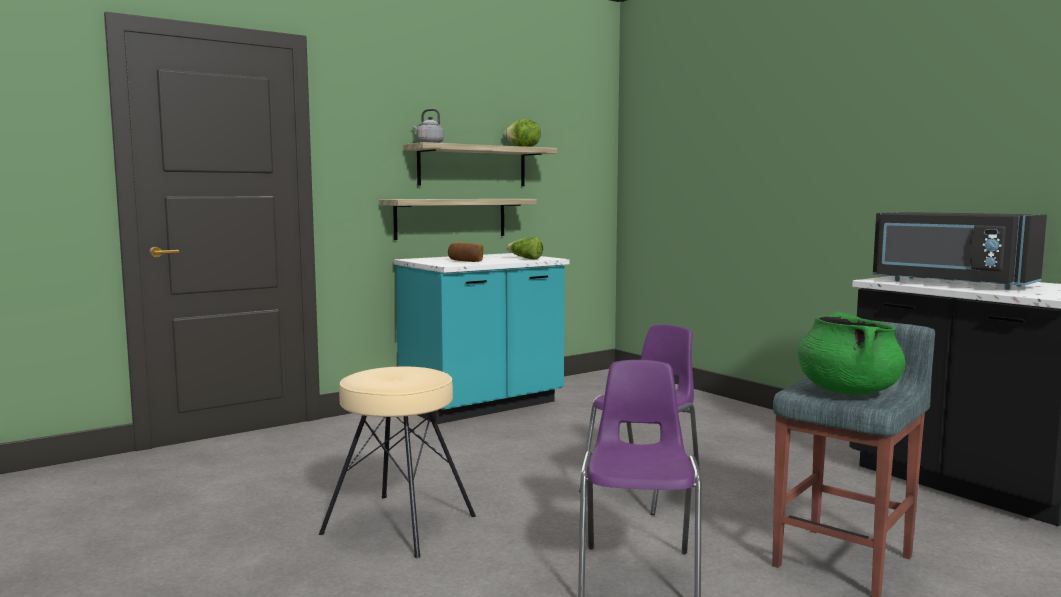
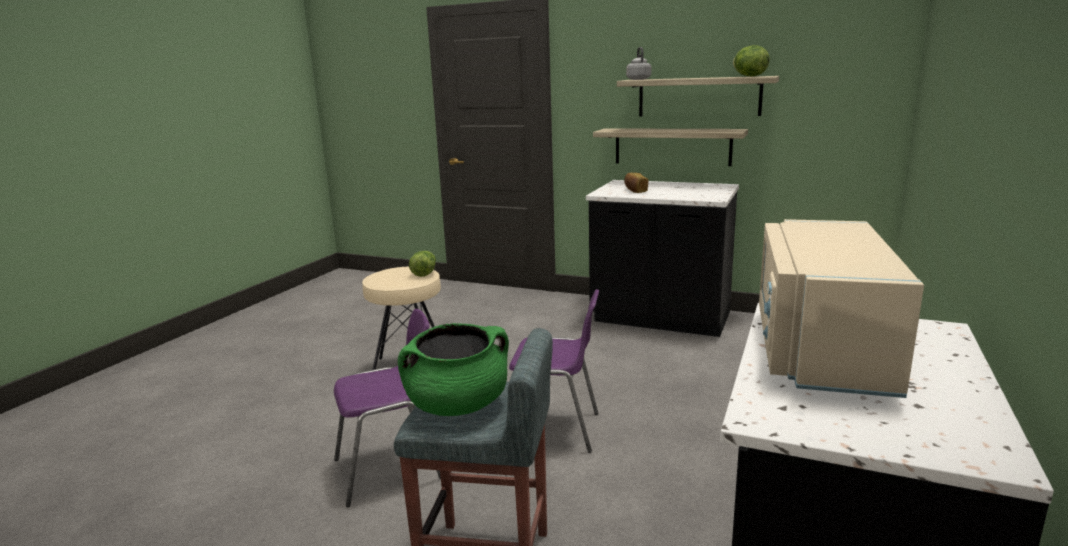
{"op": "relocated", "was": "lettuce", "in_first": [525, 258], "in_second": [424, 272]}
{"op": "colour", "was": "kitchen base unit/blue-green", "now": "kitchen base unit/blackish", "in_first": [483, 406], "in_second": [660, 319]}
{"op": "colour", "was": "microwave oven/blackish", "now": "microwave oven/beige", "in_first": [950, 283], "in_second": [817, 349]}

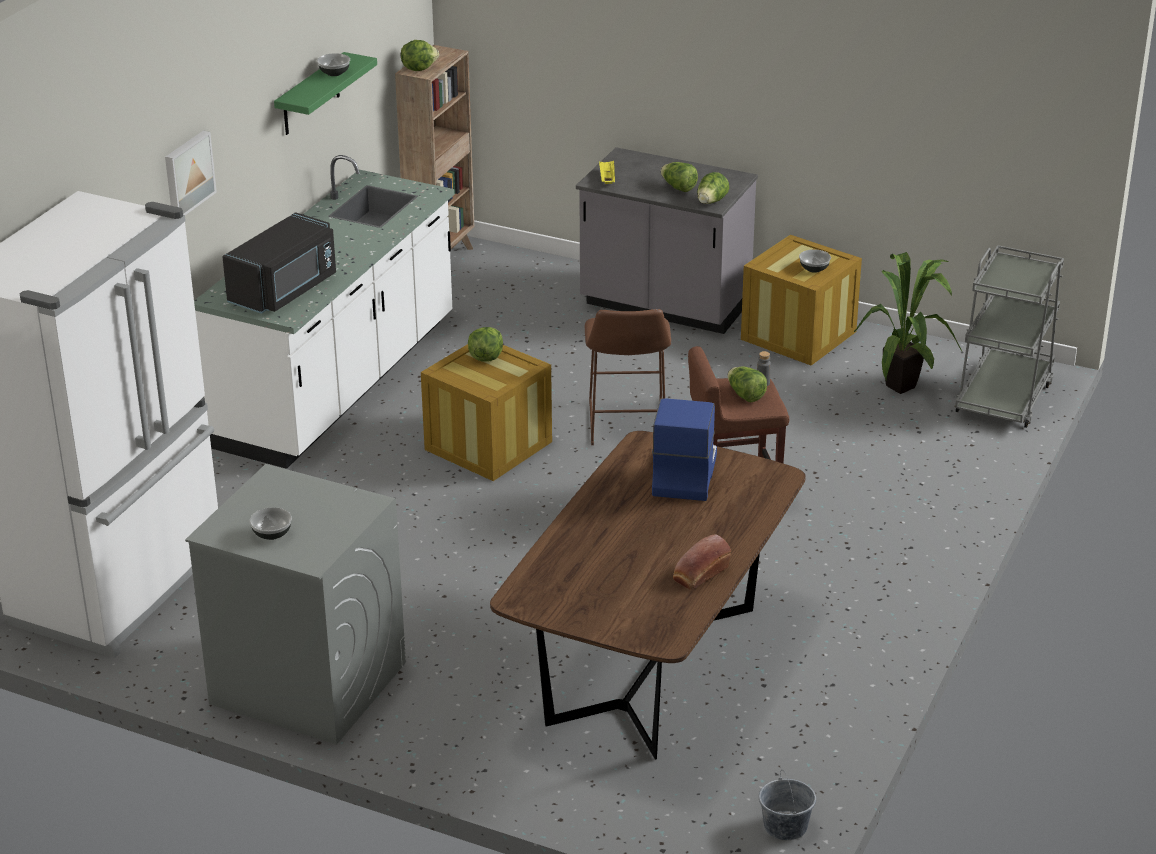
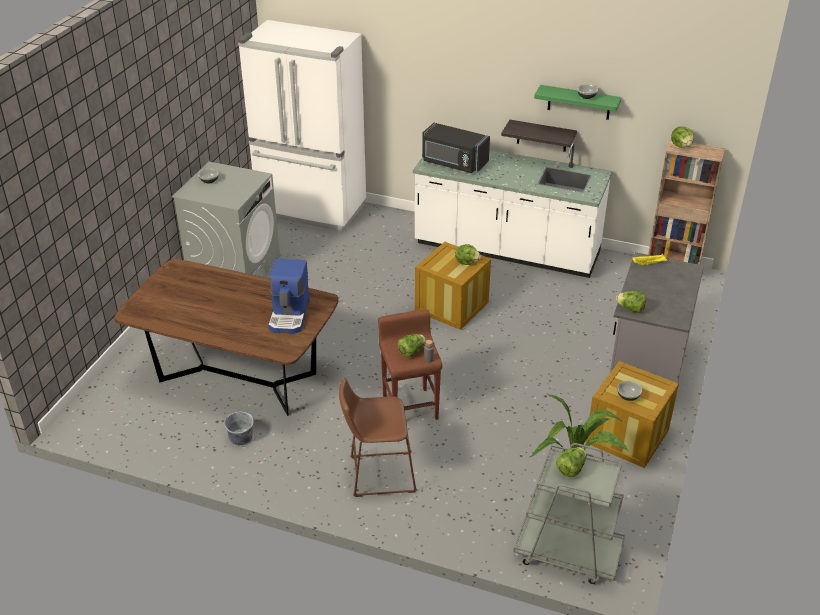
{"op": "missing", "was": "wall picture", "in_first": [187, 174]}
{"op": "missing", "was": "baked bread", "in_first": [699, 574]}
{"op": "appeared", "now": "bracket shelf", "in_second": [542, 136]}
{"op": "relocated", "was": "stool seat/brown-coloured", "in_first": [626, 426], "in_second": [378, 474]}
{"op": "relocated", "was": "lettuce", "in_first": [678, 187], "in_second": [571, 469]}
{"op": "relocated", "was": "bucket/gray", "in_first": [785, 826], "in_second": [240, 437]}
{"op": "spun", "was": "coffee brewer", "in_first": [683, 474], "in_second": [290, 315], "clockwise": 90}

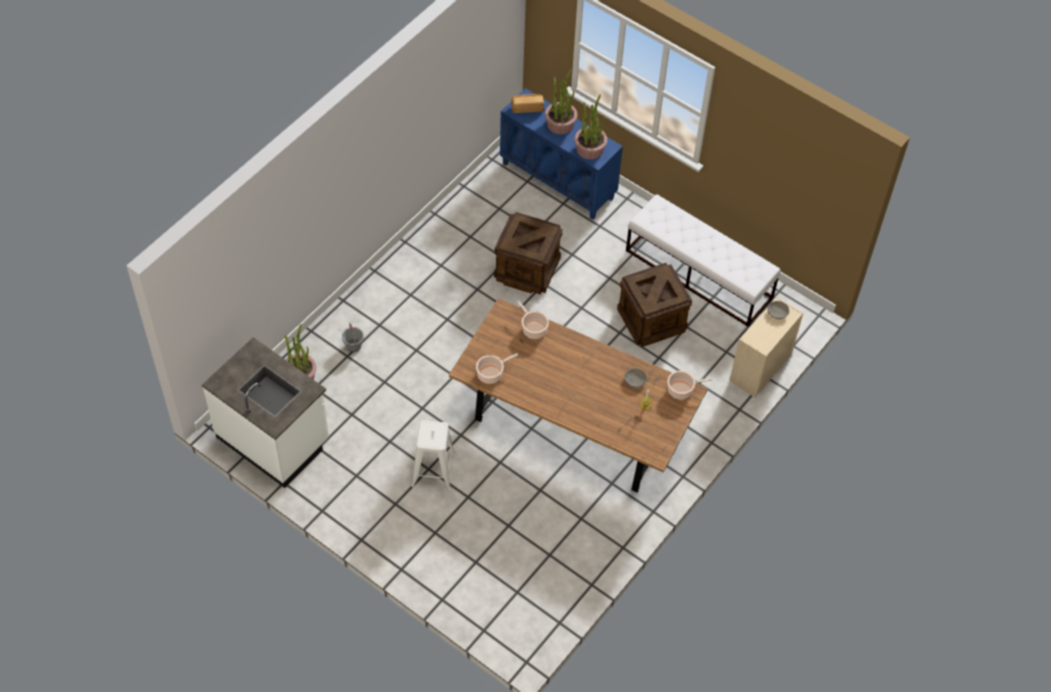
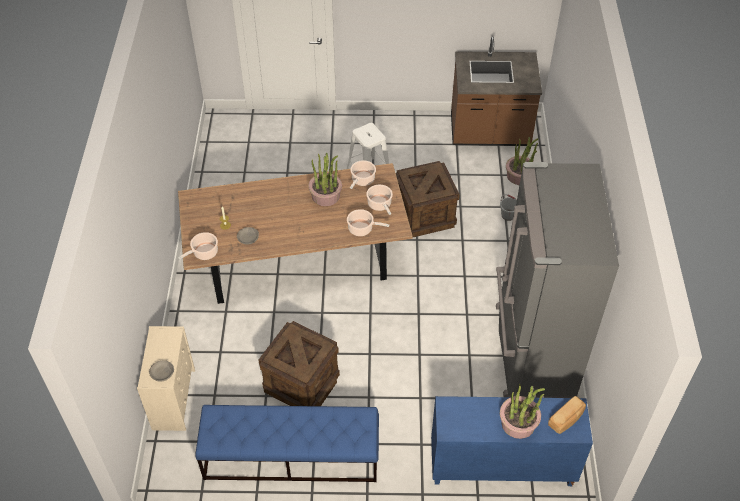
{"op": "appeared", "now": "cooking pot", "in_second": [380, 204]}
{"op": "appeared", "now": "refrigerator/gray", "in_second": [531, 350]}
{"op": "relocated", "was": "shipping crate", "in_first": [526, 269], "in_second": [424, 214]}
{"op": "relocated", "was": "potted plant", "in_first": [590, 148], "in_second": [326, 196]}
{"op": "colour", "was": "kitchen base unit/whitish", "now": "kitchen base unit/brown-coloured", "in_first": [274, 439], "in_second": [489, 133]}
{"op": "colour", "was": "indoor bench/whitish", "now": "indoor bench/blue", "in_first": [699, 274], "in_second": [290, 456]}

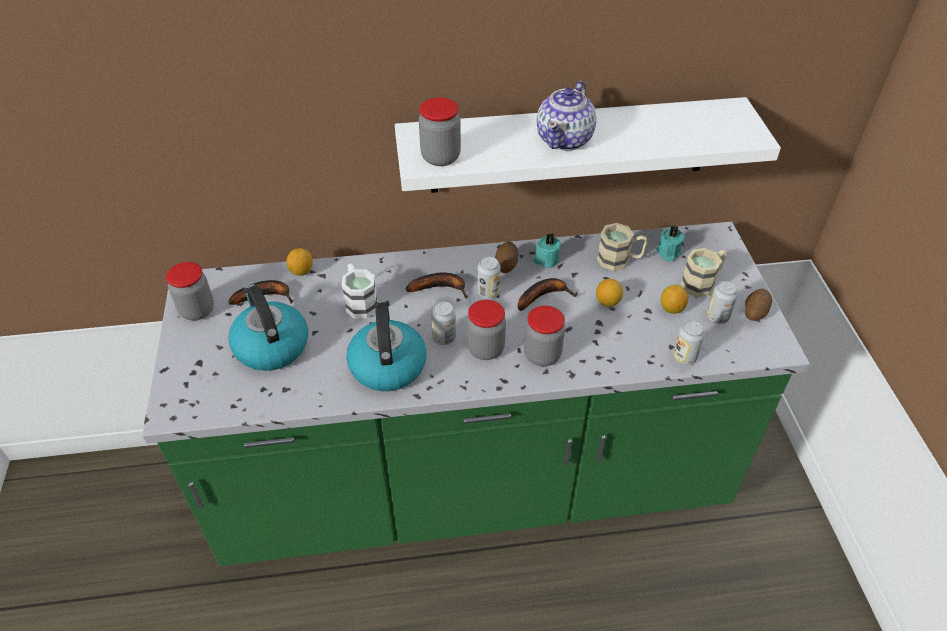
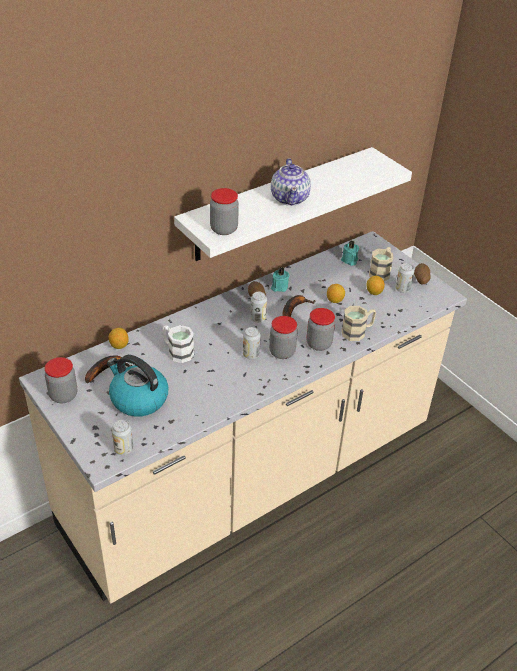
{"op": "missing", "was": "tea kettle", "in_first": [387, 365]}
{"op": "missing", "was": "banana fruit", "in_first": [441, 288]}
{"op": "relocated", "was": "mug/beige", "in_first": [620, 260], "in_second": [357, 332]}
{"op": "relocated", "was": "can", "in_first": [684, 357], "in_second": [123, 449]}
{"op": "colour", "was": "kitchen base unit/green-coloured", "now": "kitchen base unit/beige", "in_first": [473, 484], "in_second": [251, 479]}

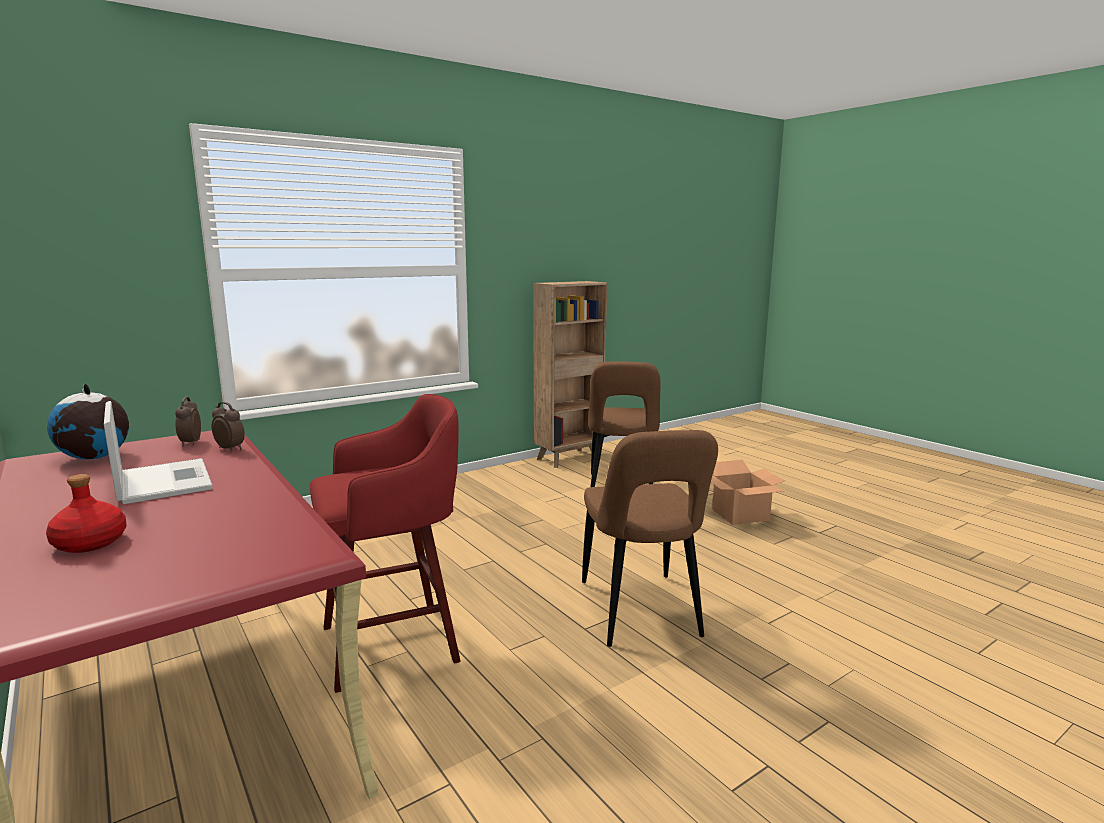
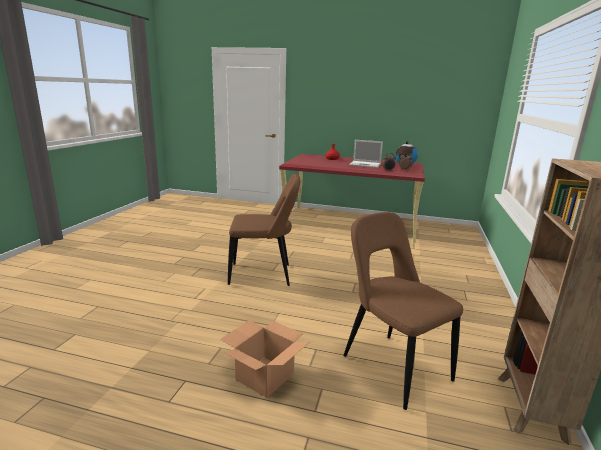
{"op": "missing", "was": "stool seat/reddish", "in_first": [395, 643]}
{"op": "spun", "was": "upright chair/brown-coloured", "in_first": [641, 612], "in_second": [263, 275], "clockwise": 135}

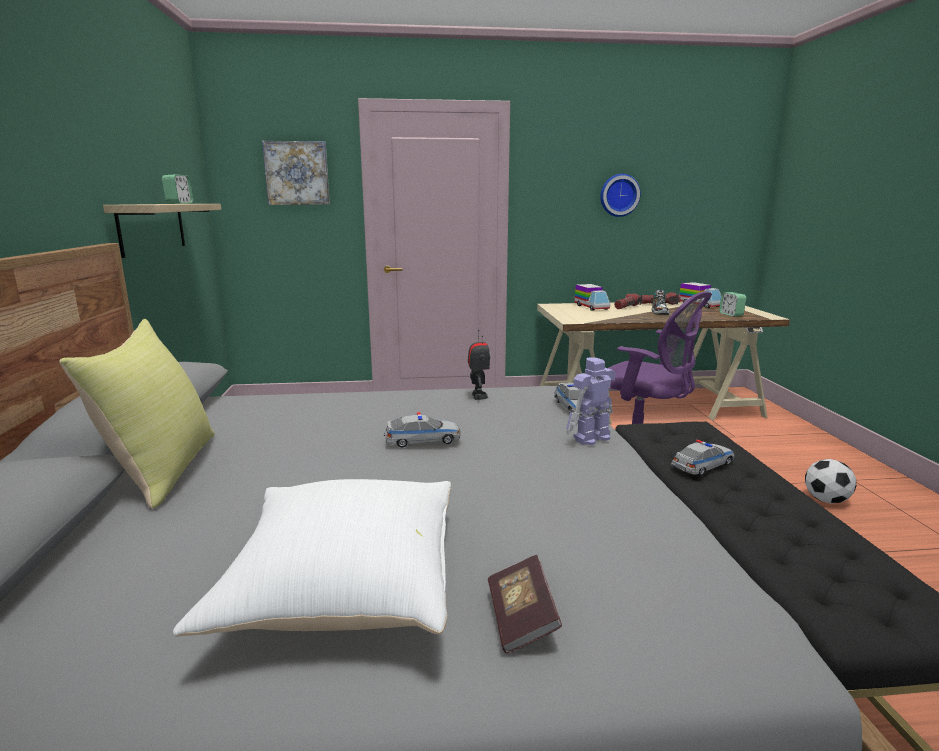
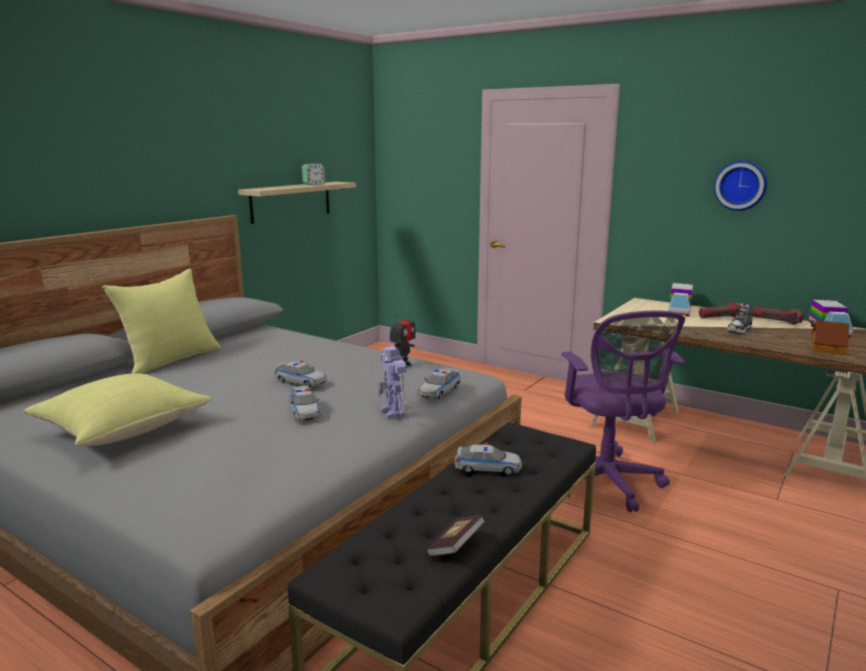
{"op": "missing", "was": "wall picture", "in_first": [297, 173]}
{"op": "missing", "was": "ball for football", "in_first": [826, 500]}
{"op": "appeared", "now": "miniature car", "in_second": [304, 411]}
{"op": "relocated", "was": "bound book", "in_first": [521, 618], "in_second": [455, 546]}
{"op": "exchanged", "was": "alarm clock", "now": "toy house", "in_first": [731, 314], "in_second": [828, 349]}
{"op": "colour", "was": "cushion/whitish", "now": "cushion/yellowish", "in_first": [343, 587], "in_second": [123, 430]}
{"op": "spun", "was": "toy robot", "in_first": [590, 438], "in_second": [394, 412], "clockwise": -120}

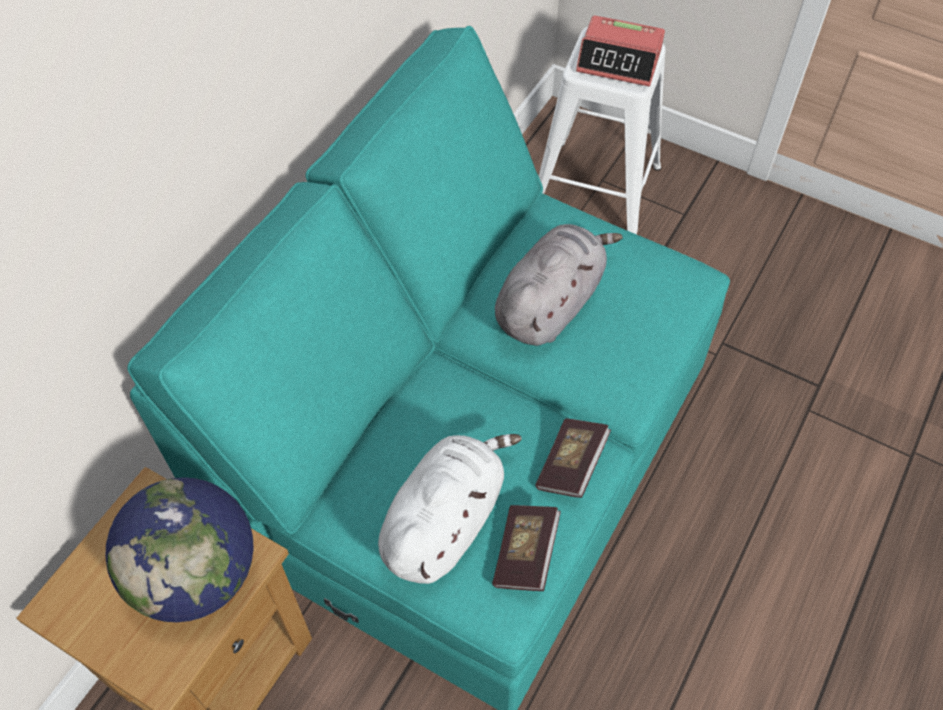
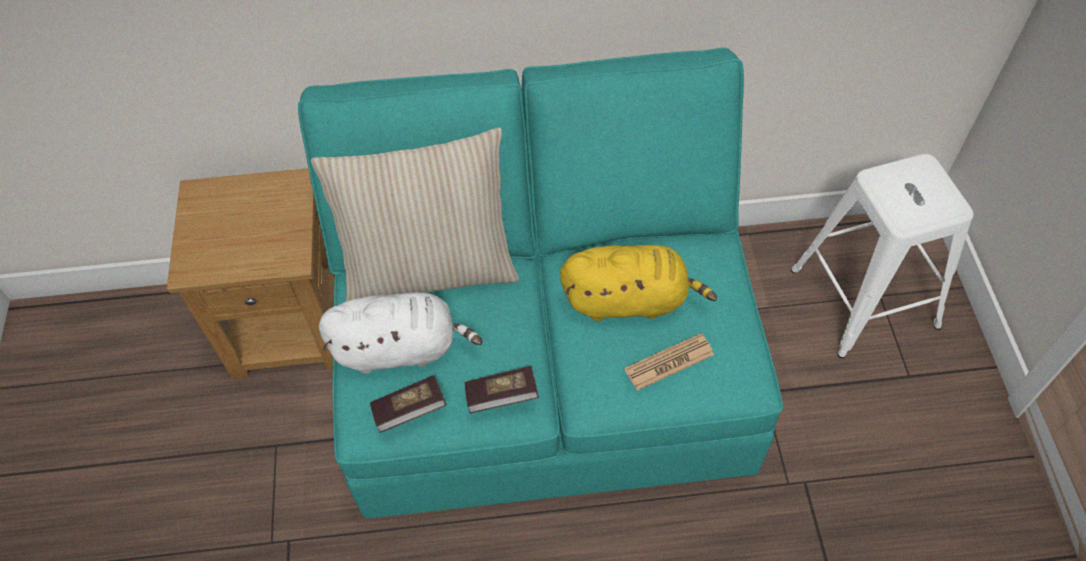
{"op": "missing", "was": "world globe", "in_first": [197, 574]}
{"op": "missing", "was": "alarm clock", "in_first": [619, 61]}
{"op": "appeared", "now": "cushion/beige", "in_second": [430, 270]}
{"op": "appeared", "now": "daily paper", "in_second": [669, 362]}
{"op": "colour", "was": "plush toy/gray", "now": "plush toy/yellowish", "in_first": [550, 304], "in_second": [629, 300]}

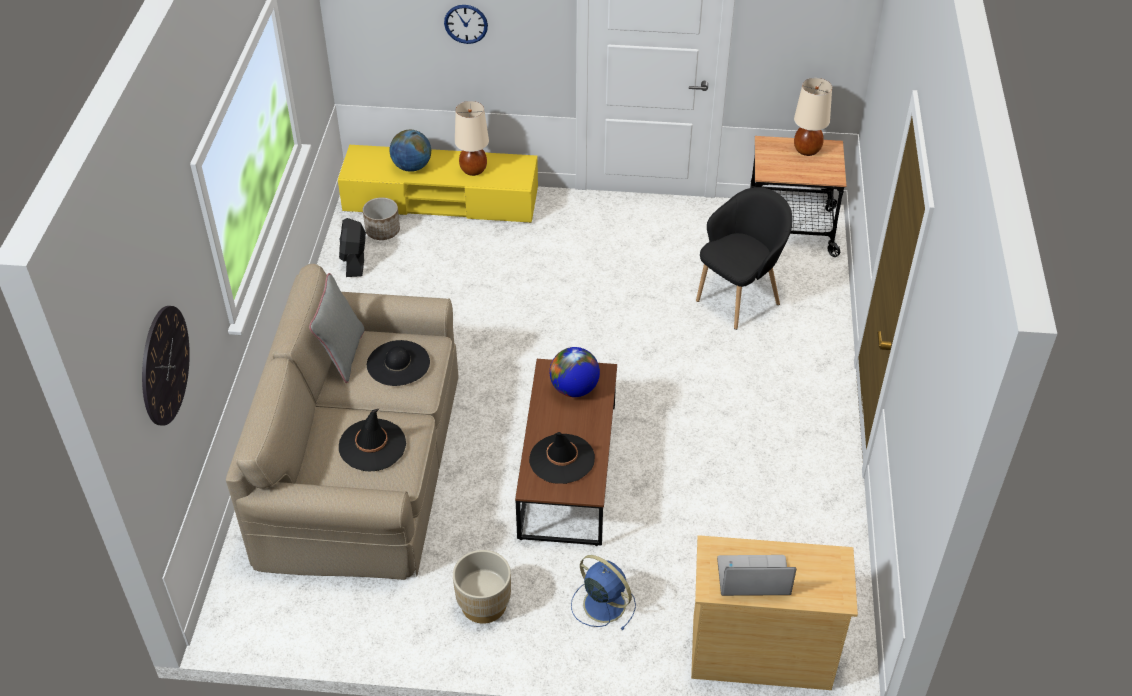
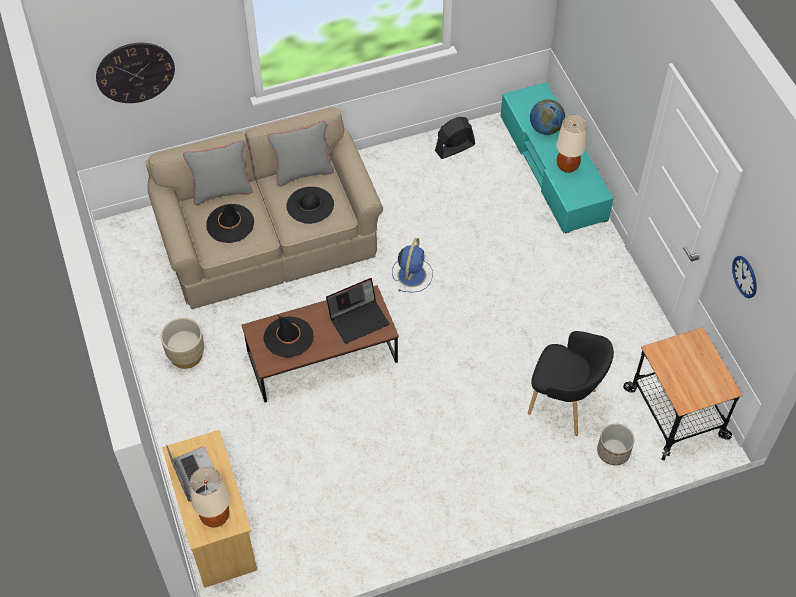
{"op": "appeared", "now": "cushion/gray", "in_second": [221, 191]}
{"op": "relocated", "was": "planter", "in_first": [383, 231], "in_second": [613, 452]}
{"op": "relocated", "was": "wall clock", "in_first": [466, 24], "in_second": [745, 276]}
{"op": "relocated", "was": "fan/blue", "in_first": [602, 603], "in_second": [412, 274]}
{"op": "relocated", "was": "tabletop lamp/beige", "in_first": [806, 150], "in_second": [215, 516]}
{"op": "exchanged", "was": "world globe", "now": "notebook computer", "in_first": [574, 389], "in_second": [359, 319]}
{"op": "colour", "was": "tv stand/yellowish", "now": "tv stand/blue-green", "in_first": [441, 200], "in_second": [552, 168]}

